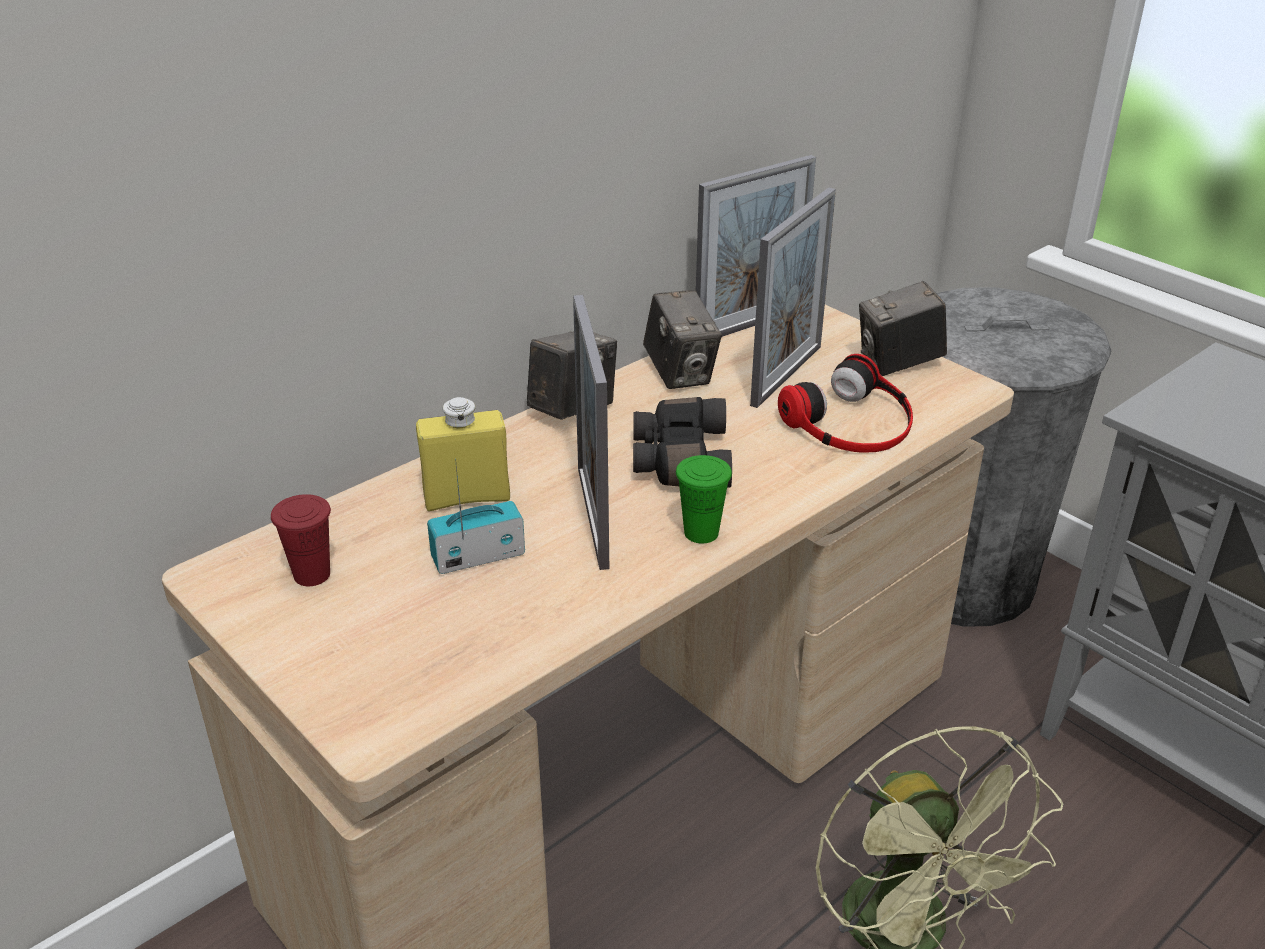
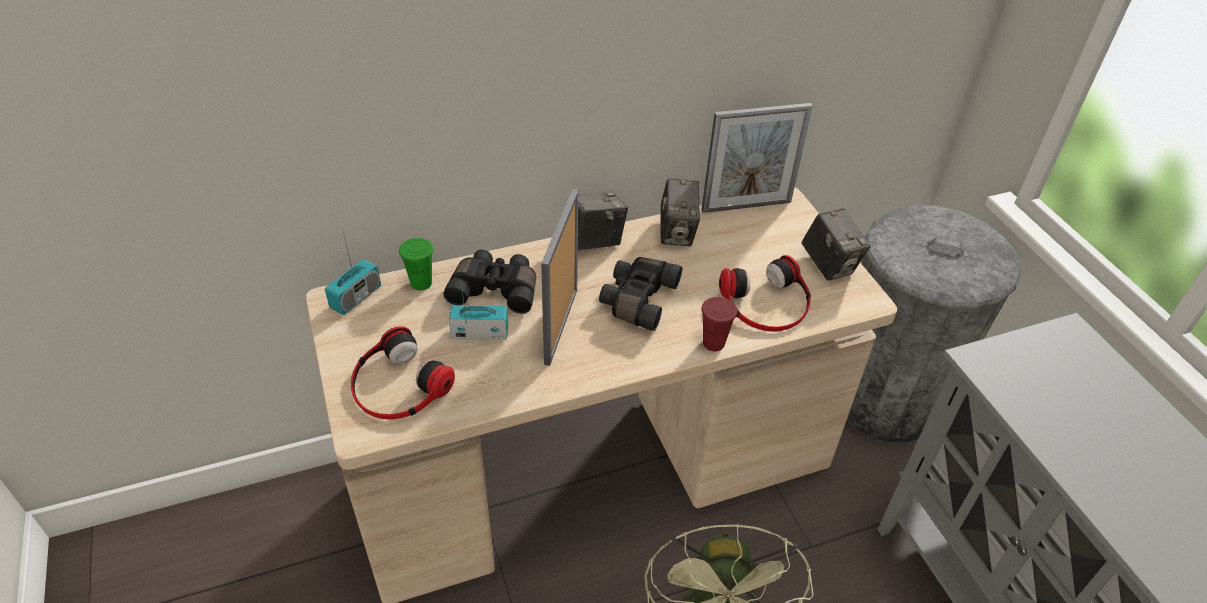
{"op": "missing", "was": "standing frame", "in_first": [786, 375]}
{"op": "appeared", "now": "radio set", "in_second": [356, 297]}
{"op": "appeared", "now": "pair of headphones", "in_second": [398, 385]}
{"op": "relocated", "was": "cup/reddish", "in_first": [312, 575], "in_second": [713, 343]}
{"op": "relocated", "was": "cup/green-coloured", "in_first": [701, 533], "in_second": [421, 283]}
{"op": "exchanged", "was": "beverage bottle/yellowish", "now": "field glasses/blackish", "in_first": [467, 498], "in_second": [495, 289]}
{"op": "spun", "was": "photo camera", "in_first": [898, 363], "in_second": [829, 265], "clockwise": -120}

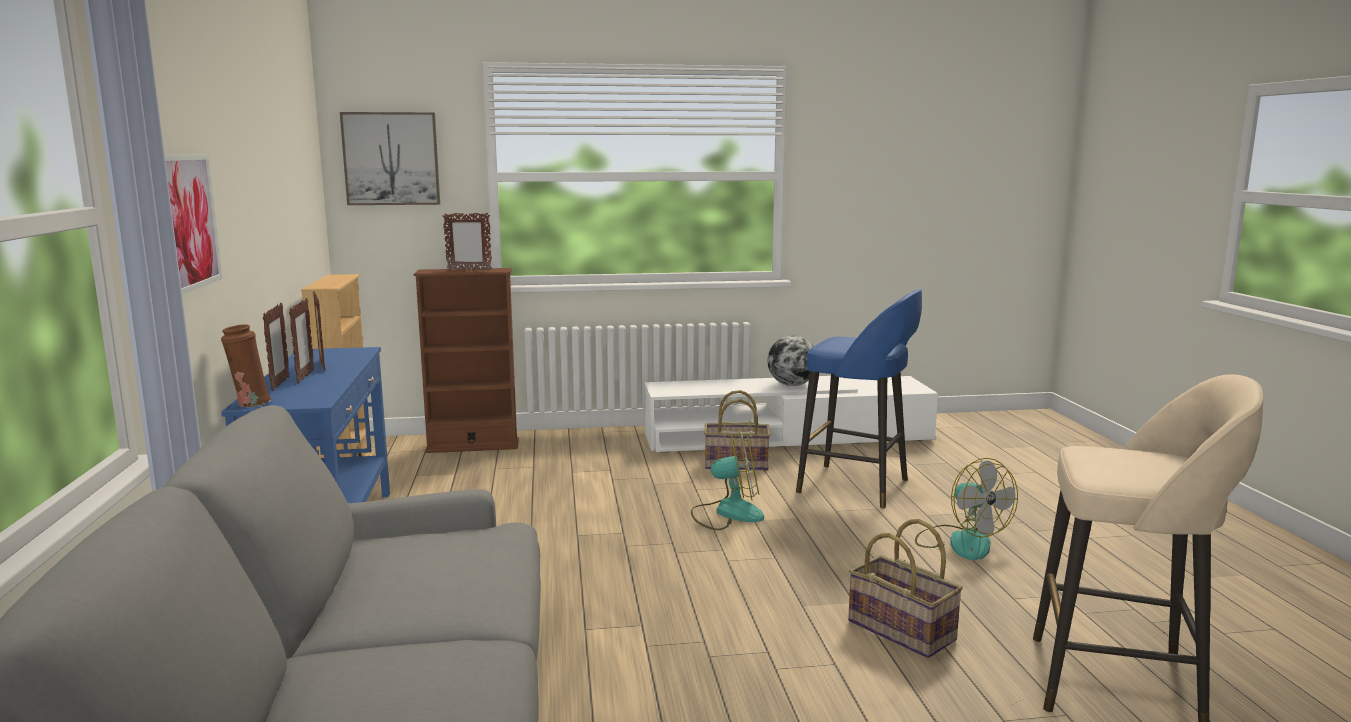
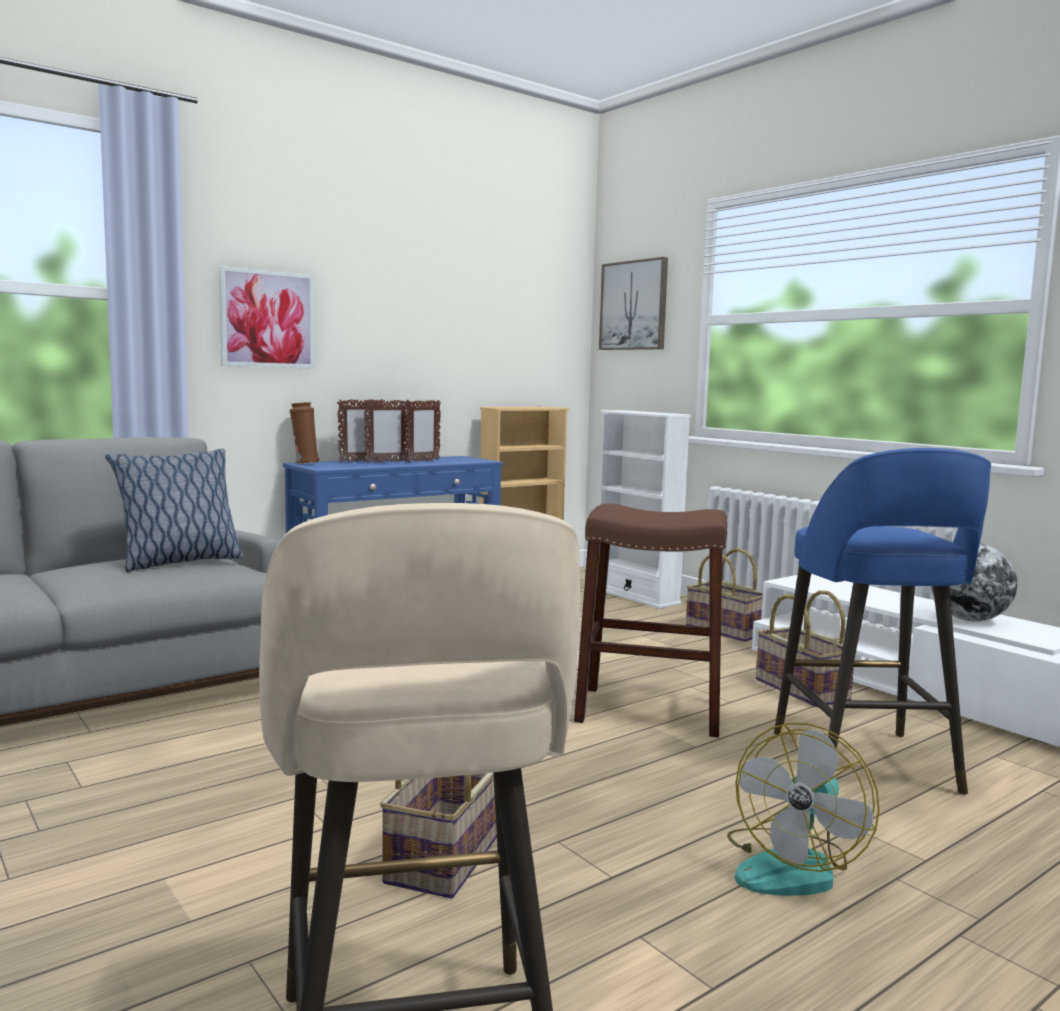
{"op": "missing", "was": "standing frame", "in_first": [469, 270]}
{"op": "appeared", "now": "cushion", "in_second": [179, 562]}
{"op": "appeared", "now": "basket", "in_second": [726, 630]}
{"op": "exchanged", "was": "fan", "now": "stool seat/brown-coloured", "in_first": [727, 513], "in_second": [649, 711]}
{"op": "colour", "was": "bookshelf/brown-coloured", "now": "bookshelf/whitish", "in_first": [473, 446], "in_second": [636, 596]}

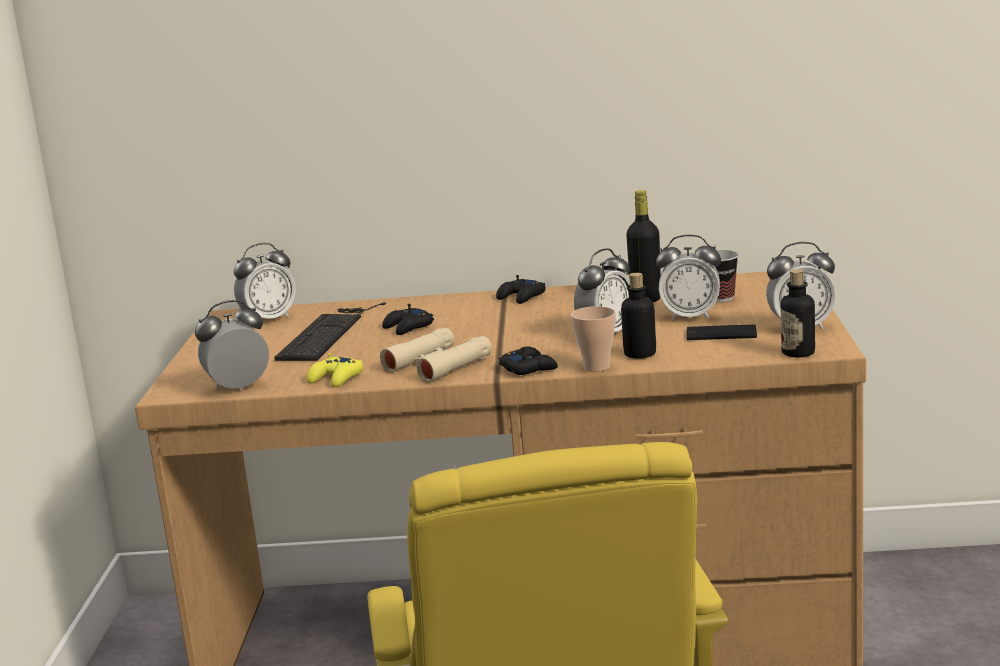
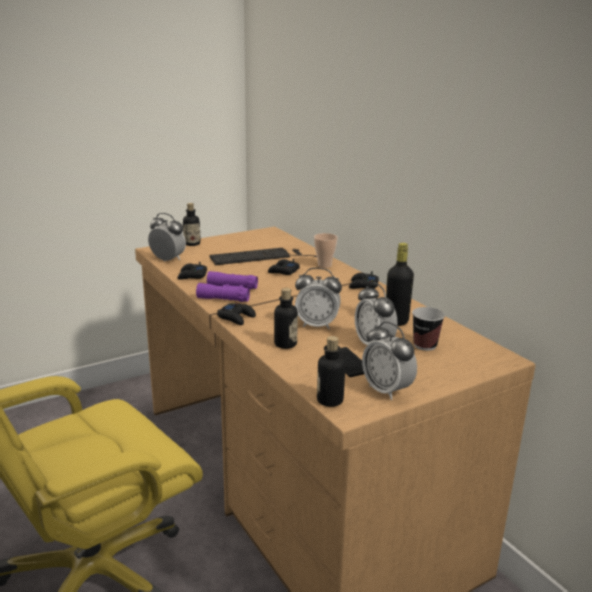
{"op": "missing", "was": "alarm clock", "in_first": [269, 319]}
{"op": "appeared", "now": "beverage bottle", "in_second": [192, 244]}
{"op": "relocated", "was": "cup", "in_first": [596, 367], "in_second": [324, 265]}
{"op": "colour", "was": "game controller/yellowish", "now": "game controller/blackish", "in_first": [336, 378], "in_second": [192, 276]}
{"op": "colour", "was": "field glasses/beige", "now": "field glasses/purple", "in_first": [437, 364], "in_second": [228, 293]}

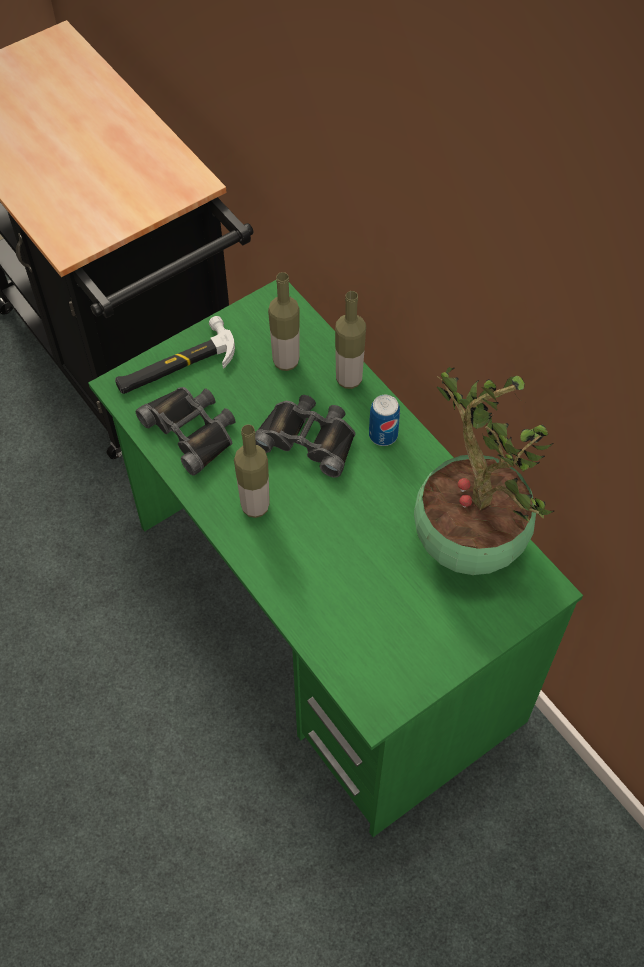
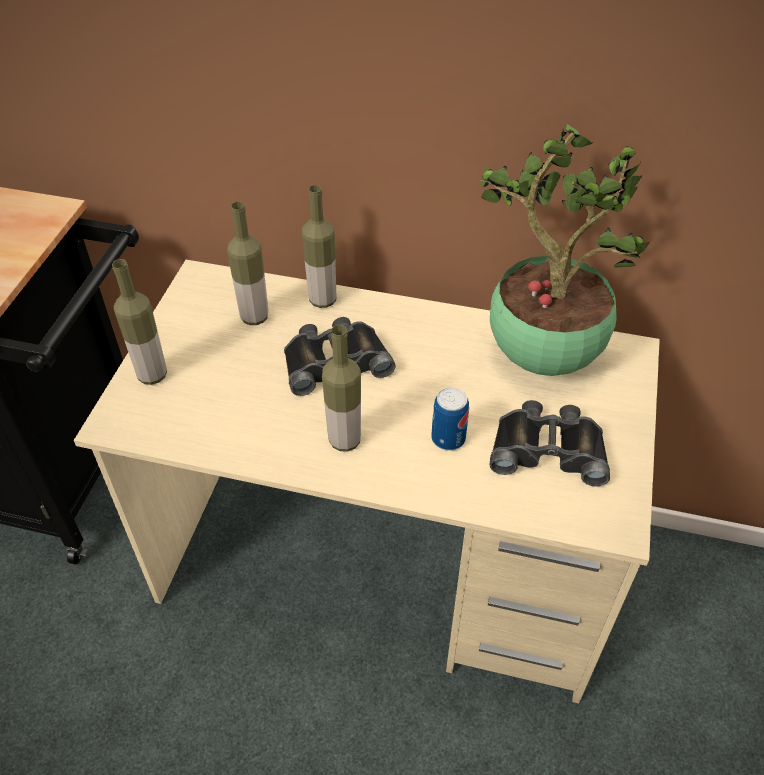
{"op": "relocated", "was": "field glasses/blackish", "in_first": [192, 430], "in_second": [548, 449]}
{"op": "relocated", "was": "can", "in_first": [383, 435], "in_second": [448, 438]}
{"op": "exchanged", "was": "tool hammer", "now": "beverage bottle", "in_first": [176, 364], "in_second": [152, 375]}
{"op": "colour", "was": "desk table/green-coloured", "now": "desk table/beige", "in_first": [325, 622], "in_second": [383, 565]}

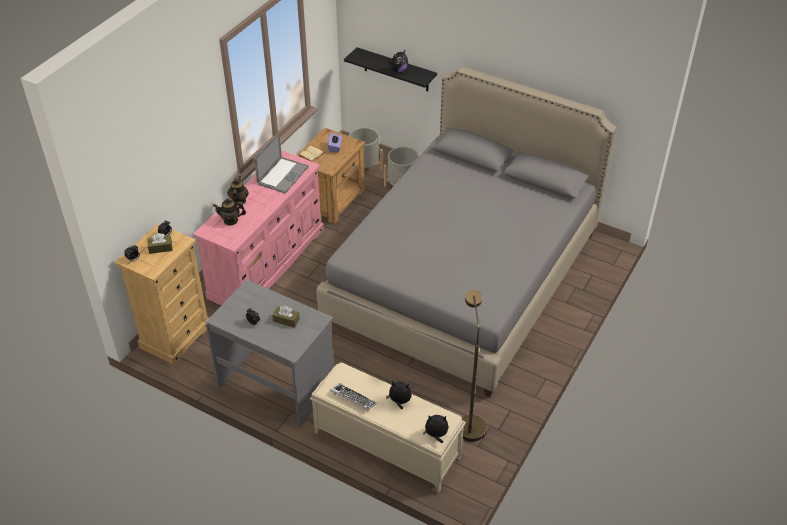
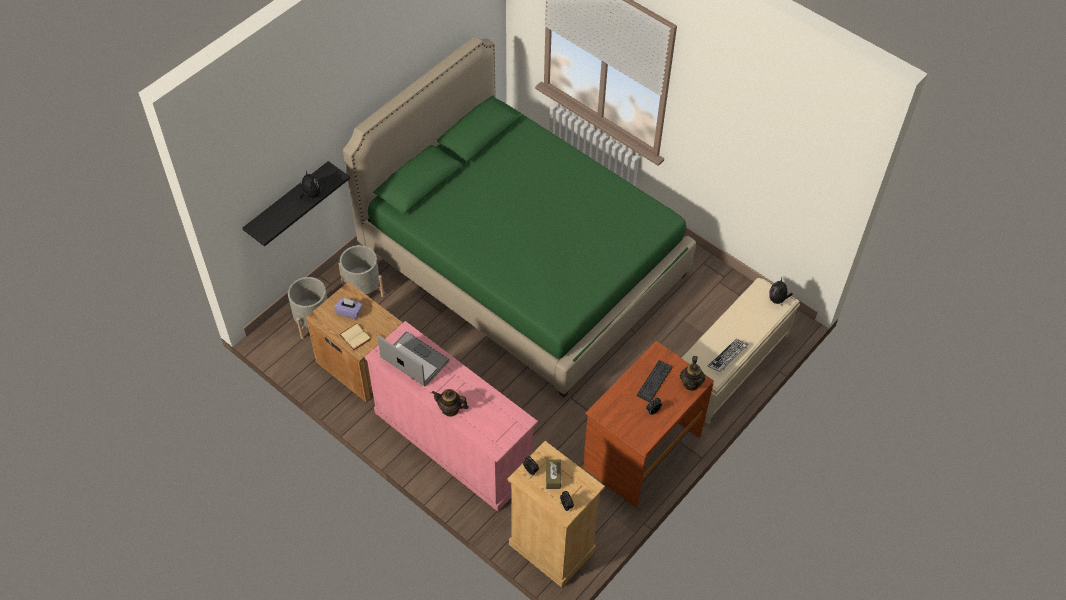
{"op": "missing", "was": "plush toy", "in_first": [399, 401]}
{"op": "missing", "was": "floor lamp/brown-coloured", "in_first": [469, 422]}
{"op": "relocated", "was": "pot for tea", "in_first": [231, 220], "in_second": [691, 383]}
{"op": "exchanged", "was": "tissue holder/brown-coloured", "now": "PC keyboard", "in_first": [286, 320], "in_second": [654, 381]}
{"op": "colour", "was": "desk table/gray", "now": "desk table/brown-coloured", "in_first": [277, 384], "in_second": [641, 450]}
{"op": "colour", "was": "bed/gray", "now": "bed/green-coloured", "in_first": [463, 277], "in_second": [523, 262]}

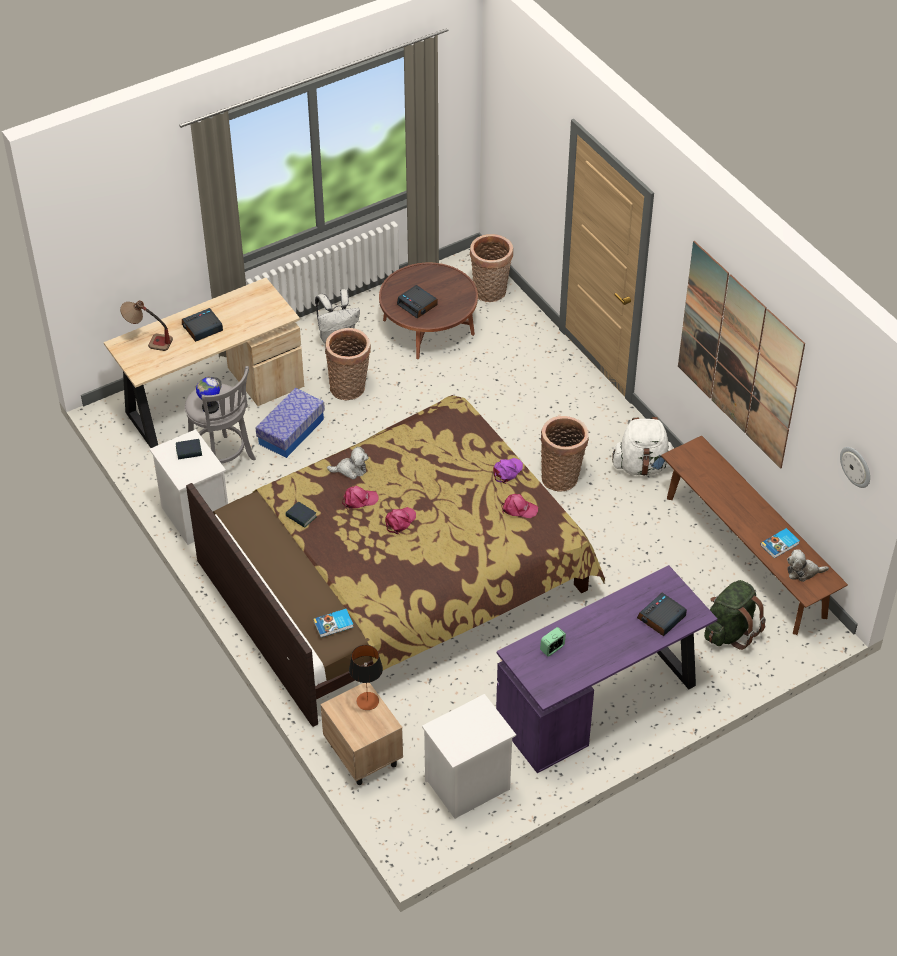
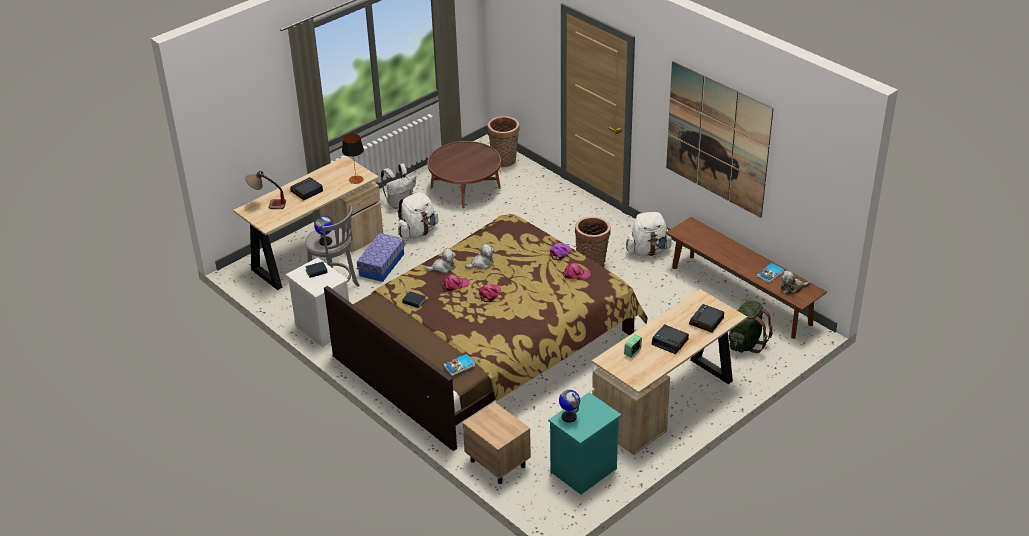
{"op": "missing", "was": "wall clock", "in_first": [856, 466]}
{"op": "appeared", "now": "plush toy", "in_second": [481, 264]}
{"op": "appeared", "now": "world globe", "in_second": [569, 417]}
{"op": "relocated", "was": "tabletop lamp", "in_first": [367, 701], "in_second": [356, 180]}
{"op": "relocated", "was": "alarm clock", "in_first": [417, 305], "in_second": [670, 342]}
{"op": "exchanged", "was": "basket", "now": "backpack/whitish", "in_first": [350, 388], "in_second": [418, 232]}
{"op": "colour", "was": "nightstand/whitish", "now": "nightstand/blue-green", "in_first": [467, 786], "in_second": [584, 471]}
{"op": "colour", "was": "desk table/purple", "now": "desk table/beige", "in_first": [601, 702], "in_second": [667, 402]}

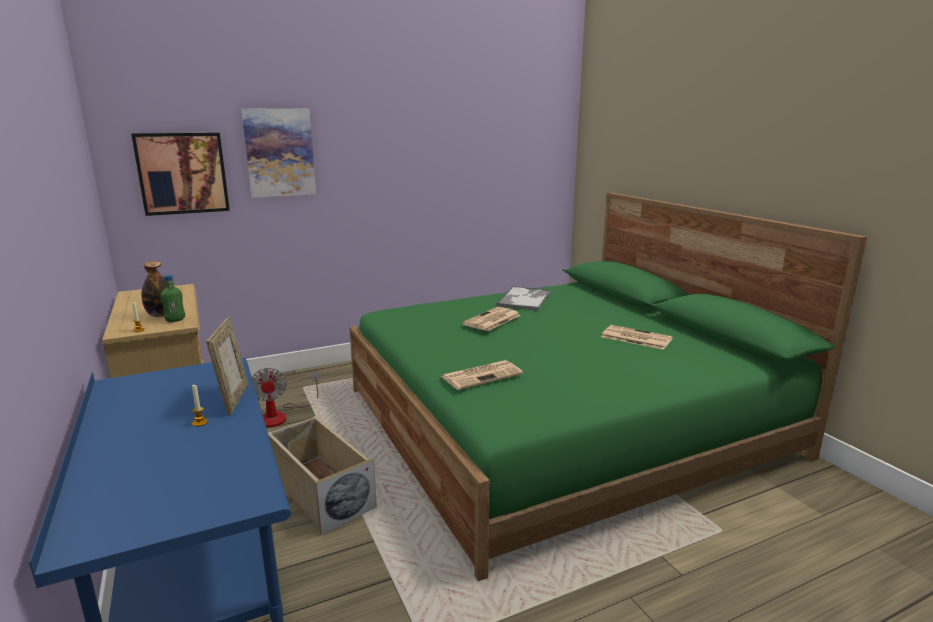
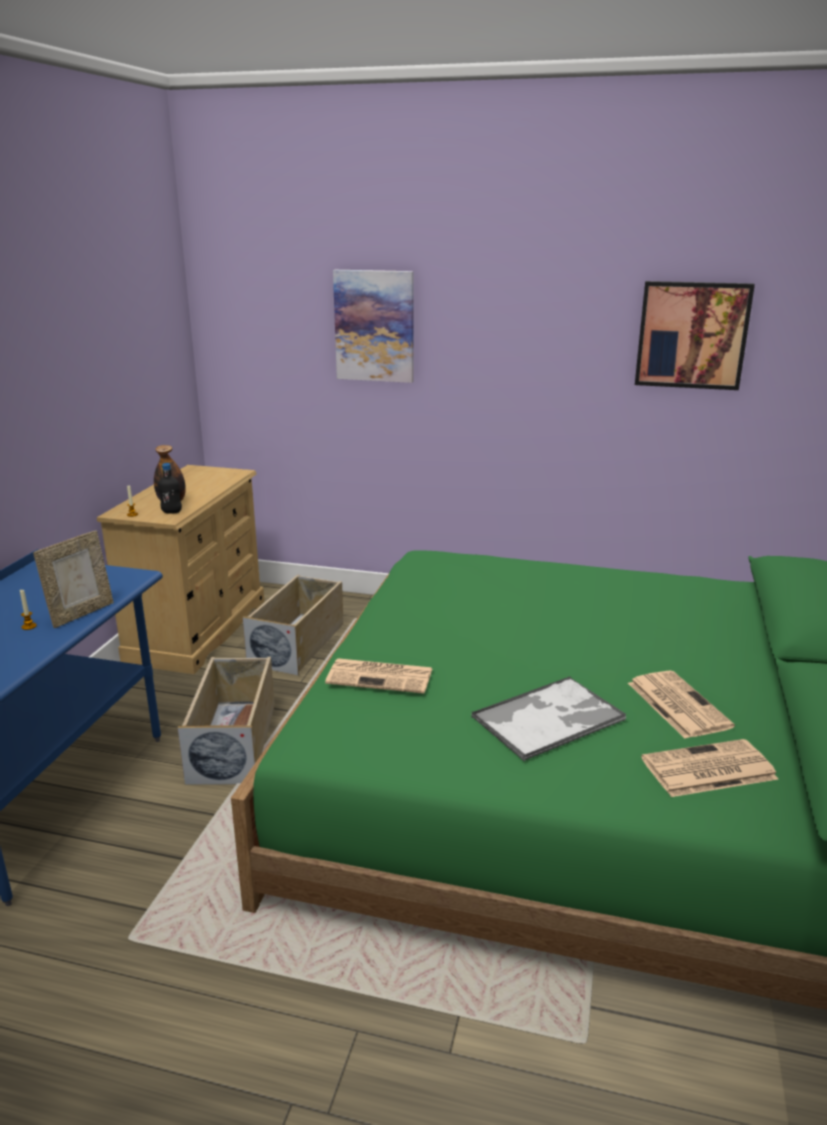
{"op": "relocated", "was": "wall picture", "in_first": [182, 173], "in_second": [692, 335]}
{"op": "relocated", "was": "daily paper", "in_first": [492, 320], "in_second": [707, 770]}
{"op": "relocated", "was": "tray", "in_first": [524, 299], "in_second": [549, 718]}
{"op": "exchanged", "was": "fan", "now": "storage container/beige", "in_first": [280, 416], "in_second": [298, 643]}
{"op": "colour", "was": "beverage bottle/green-coloured", "now": "beverage bottle/blackish", "in_first": [175, 320], "in_second": [171, 512]}

